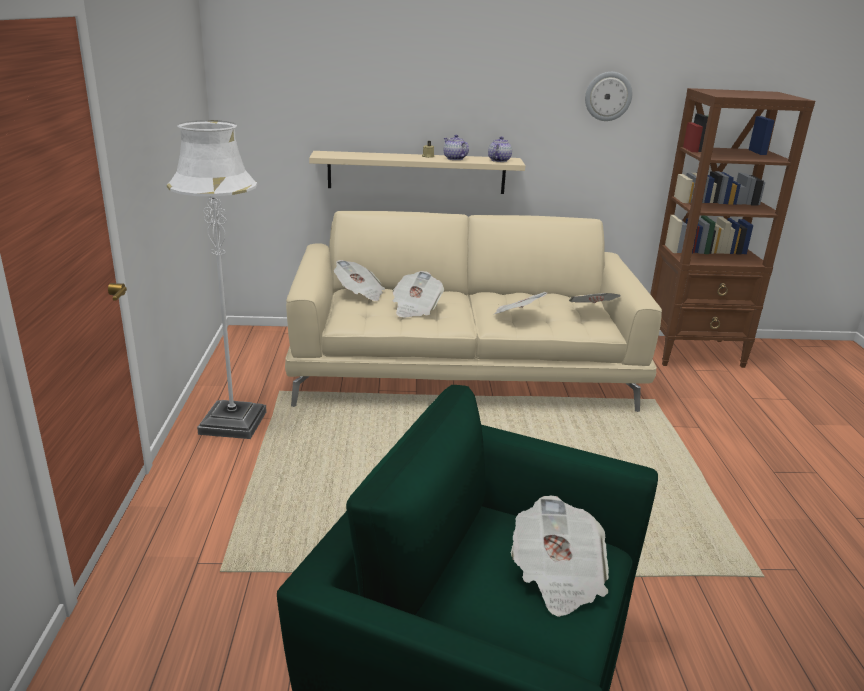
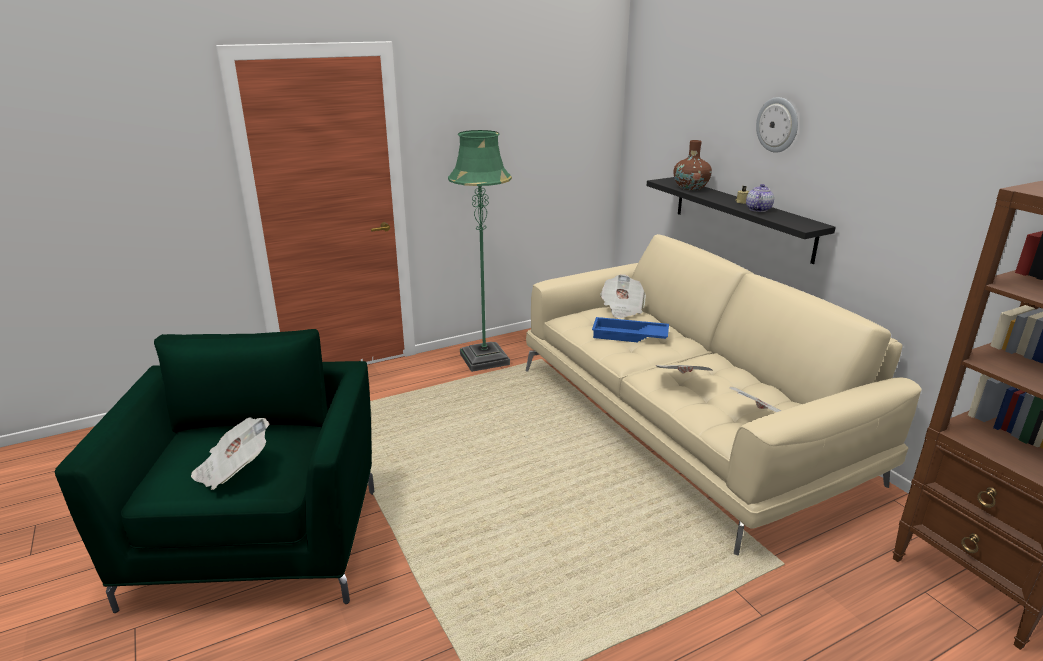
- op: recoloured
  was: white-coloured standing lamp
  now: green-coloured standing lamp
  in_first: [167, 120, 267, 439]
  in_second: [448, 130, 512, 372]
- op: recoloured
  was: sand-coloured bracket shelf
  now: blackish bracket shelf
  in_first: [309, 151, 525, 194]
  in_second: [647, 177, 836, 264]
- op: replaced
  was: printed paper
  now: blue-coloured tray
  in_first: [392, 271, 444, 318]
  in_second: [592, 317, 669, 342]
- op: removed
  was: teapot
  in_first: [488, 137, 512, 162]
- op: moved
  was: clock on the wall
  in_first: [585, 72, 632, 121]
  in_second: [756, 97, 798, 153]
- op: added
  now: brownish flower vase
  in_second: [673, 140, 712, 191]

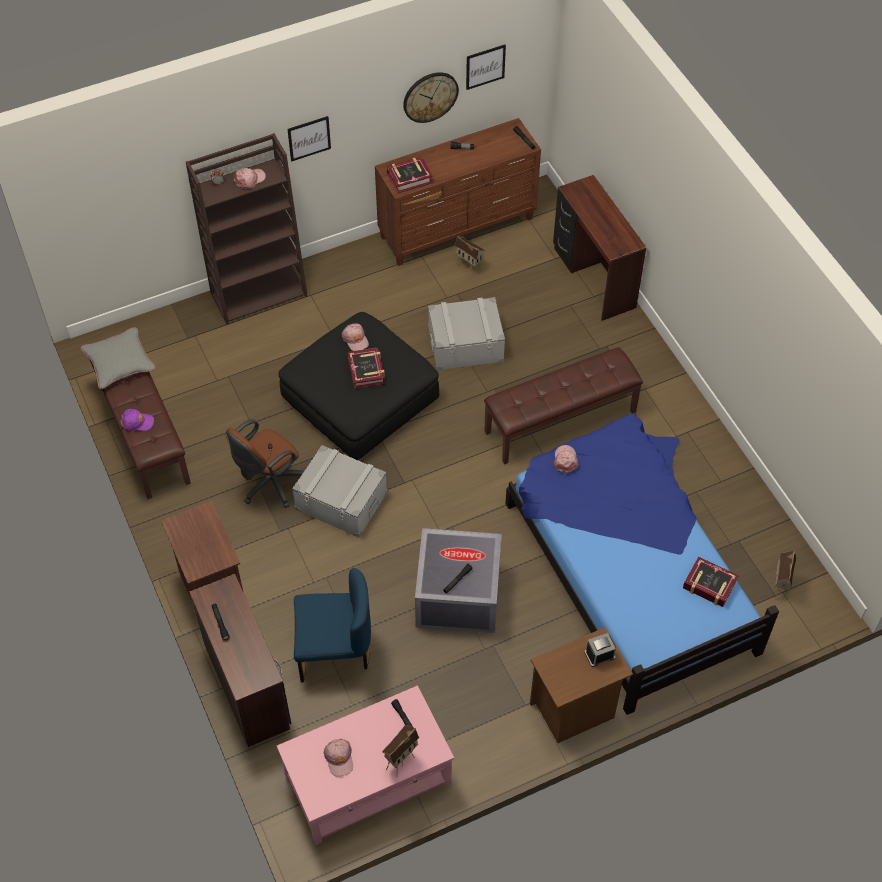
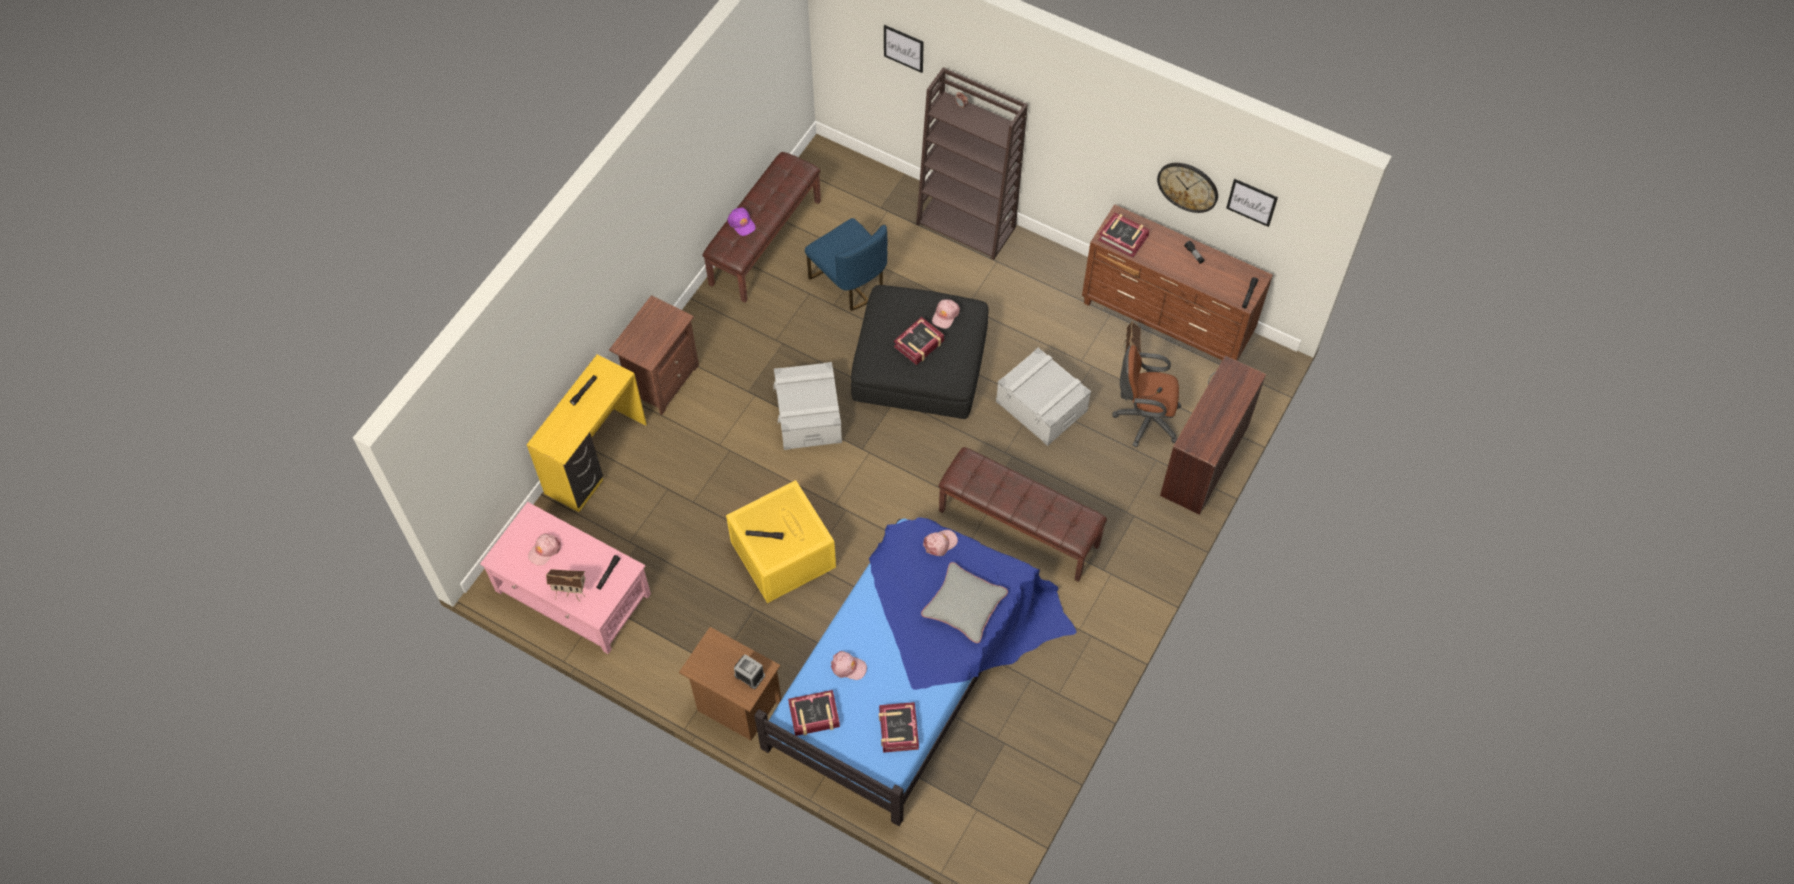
- op: moved
  was: greyish pillow
  in_first: [81, 327, 156, 389]
  in_second: [921, 562, 1008, 643]
- op: recoloured
  was: brownish desk
  now: yellowish desk
  in_first: [190, 574, 291, 747]
  in_second: [527, 354, 647, 512]
- op: moved
  was: brownish desk chair
  in_first: [226, 419, 304, 508]
  in_second: [1112, 345, 1181, 447]
- op: moved
  was: pink-coloured peaked cap
  in_first: [234, 168, 266, 188]
  in_second: [831, 651, 867, 680]
- op: moved
  was: wall picture
  in_first: [288, 116, 331, 162]
  in_second: [884, 25, 924, 73]
- op: moved
  was: blue-coloured plain chair
  in_first: [294, 568, 371, 683]
  in_second: [805, 218, 887, 311]
- op: recoloured
  was: greyish storage container
  now: yellowish storage container
  in_first: [415, 528, 502, 633]
  in_second: [726, 480, 836, 603]
- op: removed
  was: toy house
  in_first: [774, 550, 796, 601]
- op: added
  now: volume
  in_second: [788, 690, 840, 736]

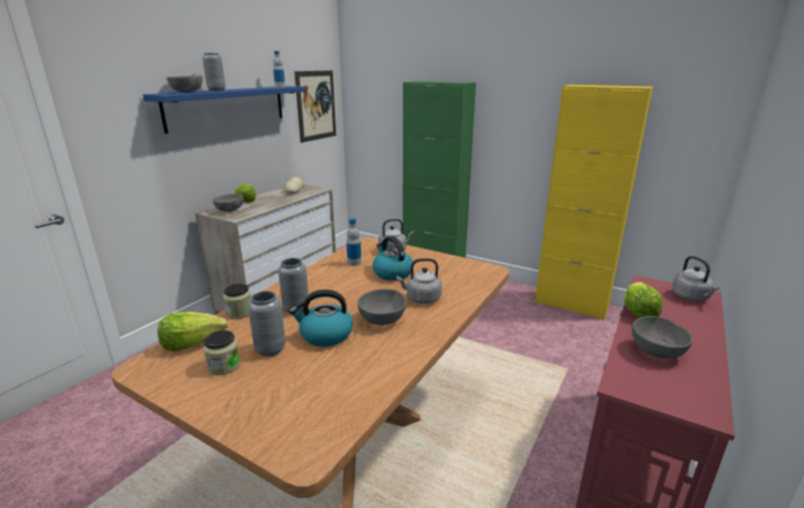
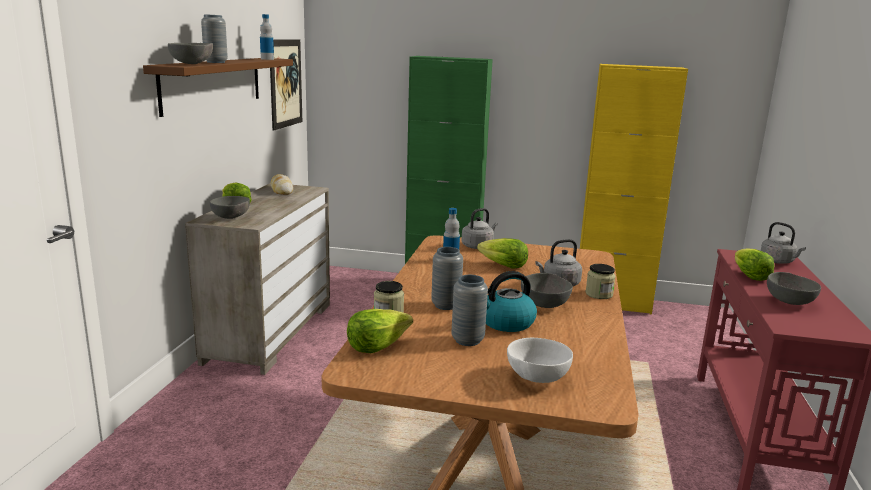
- op: recoloured
  was: blue-coloured bracket shelf
  now: brownish bracket shelf
  in_first: [143, 86, 306, 134]
  in_second: [143, 58, 293, 117]
- op: moved
  was: jar
  in_first: [203, 330, 241, 375]
  in_second: [586, 264, 616, 299]
- op: replaced
  was: water kettle
  now: lettuce
  in_first: [372, 236, 413, 281]
  in_second: [477, 238, 528, 269]
- op: added
  now: white-coloured deep dish
  in_second: [507, 338, 573, 383]

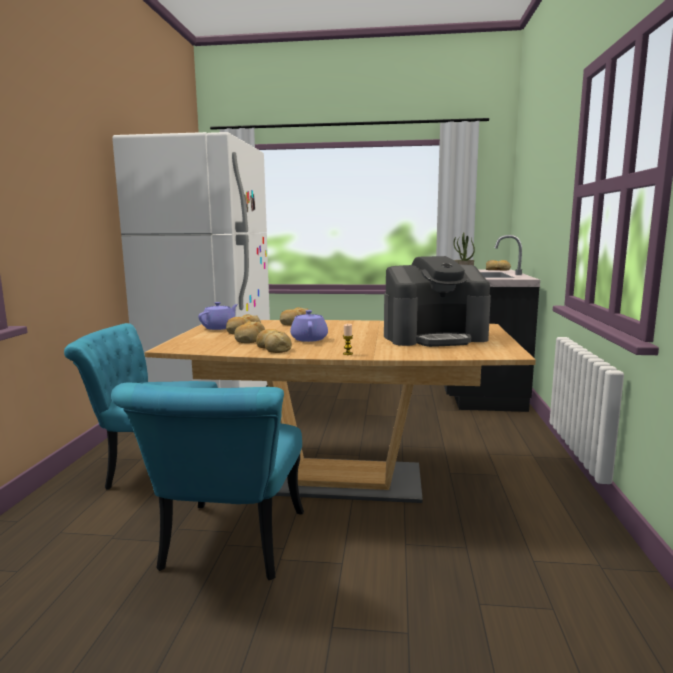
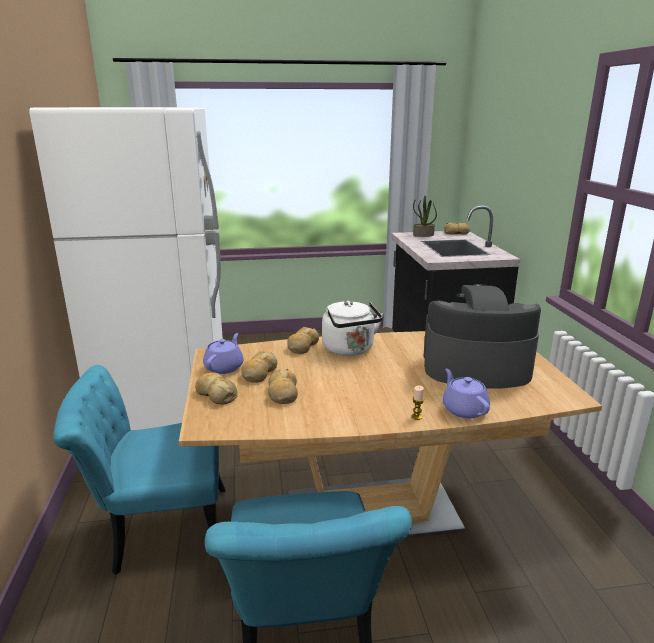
- op: moved
  was: bread
  in_first: [256, 329, 292, 353]
  in_second: [195, 372, 238, 404]
- op: moved
  was: purple-coloured teapot
  in_first: [290, 310, 328, 342]
  in_second: [442, 368, 490, 418]
- op: turned
  was: coffee maker
  in_first: [384, 256, 491, 347]
  in_second: [423, 284, 541, 389]
  clockwise: -150
- op: added
  now: white-coloured water kettle
  in_second: [322, 301, 383, 356]

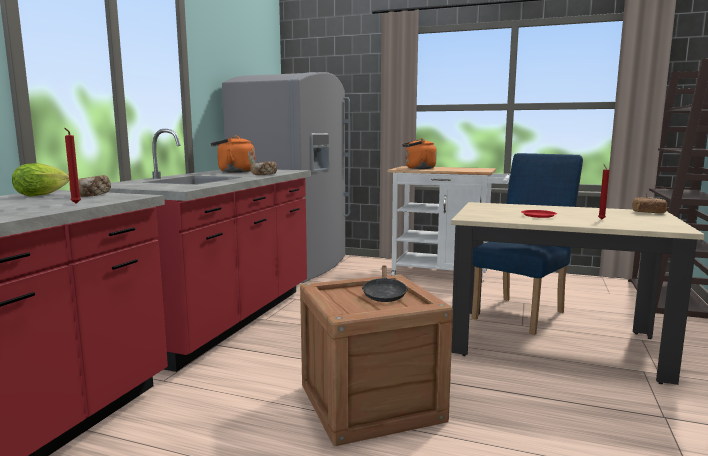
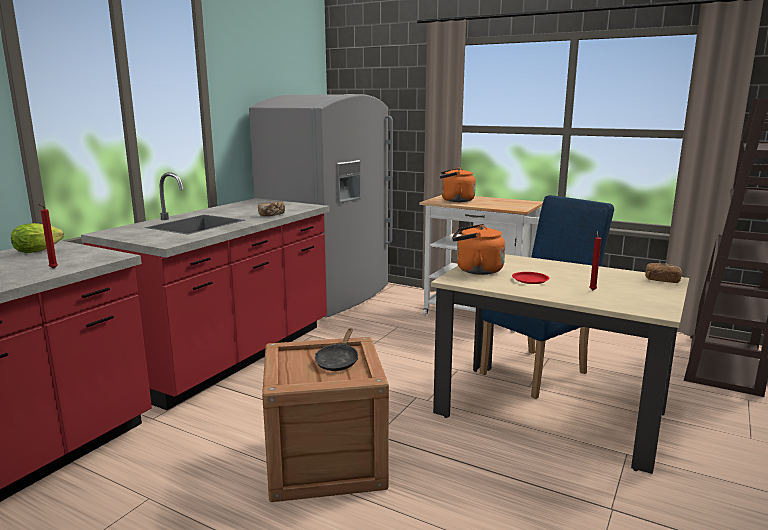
- op: removed
  was: bread
  in_first: [69, 175, 111, 197]
- op: moved
  was: orange water kettle
  in_first: [211, 136, 255, 173]
  in_second: [452, 224, 505, 275]

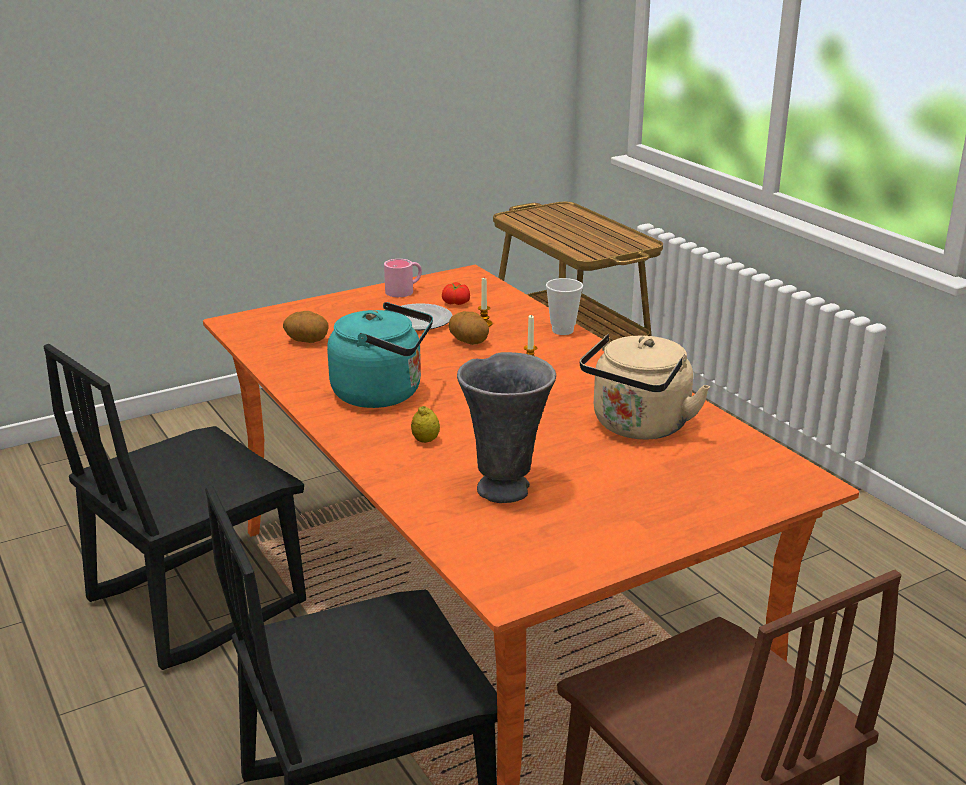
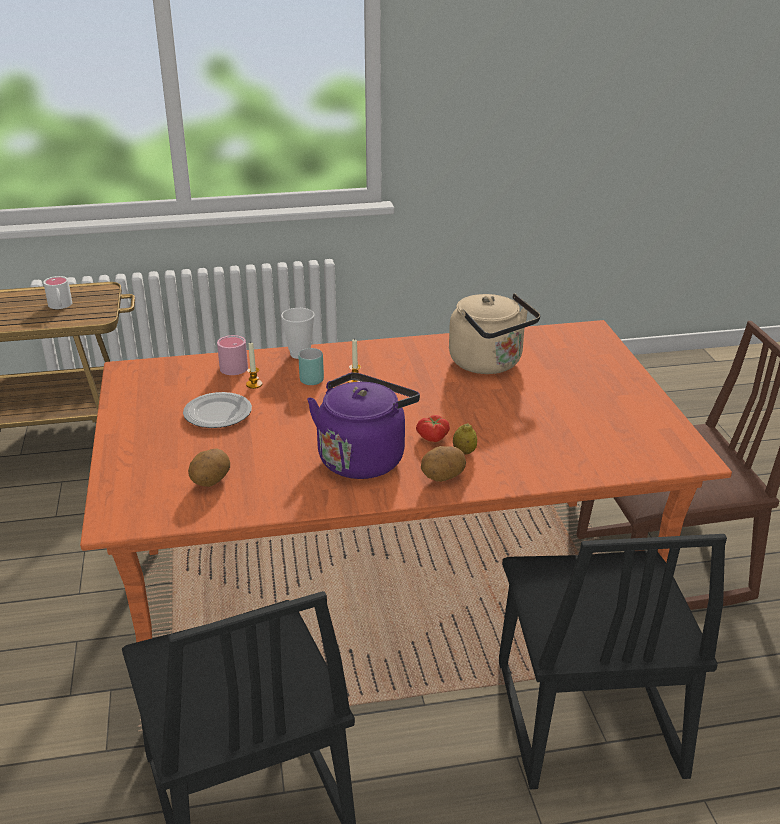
- op: recoloured
  was: blue-green water kettle
  now: purple-coloured water kettle
  in_first: [327, 302, 433, 408]
  in_second: [307, 372, 420, 479]
- op: moved
  was: pink-coloured mug
  in_first: [384, 259, 422, 297]
  in_second: [217, 335, 248, 375]
- op: moved
  was: fresh tomato
  in_first: [442, 282, 470, 305]
  in_second: [416, 415, 450, 442]
- op: moved
  was: whole potato
  in_first: [449, 311, 489, 345]
  in_second: [421, 446, 466, 482]
- op: removed
  was: greyish flower vase
  in_first: [457, 352, 556, 503]
- op: added
  now: white-coloured mug
  in_second: [43, 276, 72, 309]
- op: added
  now: blue-green mug
  in_second: [298, 348, 324, 385]

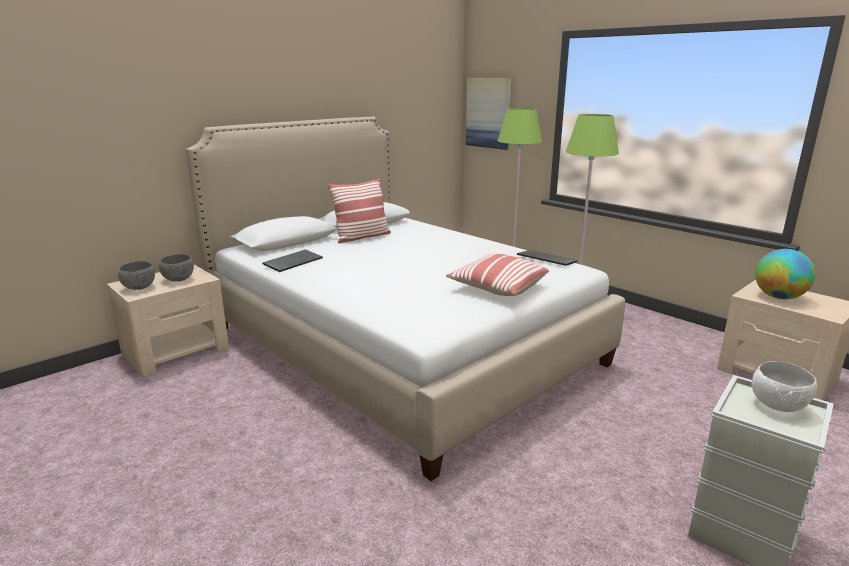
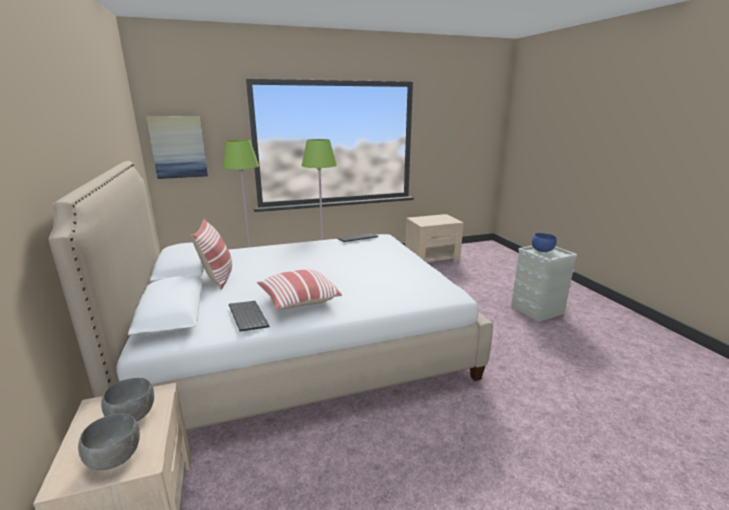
- op: moved
  was: pillow
  in_first: [446, 253, 549, 296]
  in_second: [257, 269, 342, 310]
- op: recoloured
  was: white-coloured deep dish
  now: blue-coloured deep dish
  in_first: [752, 361, 817, 412]
  in_second: [532, 233, 557, 252]
- op: removed
  was: globe
  in_first: [755, 249, 815, 299]

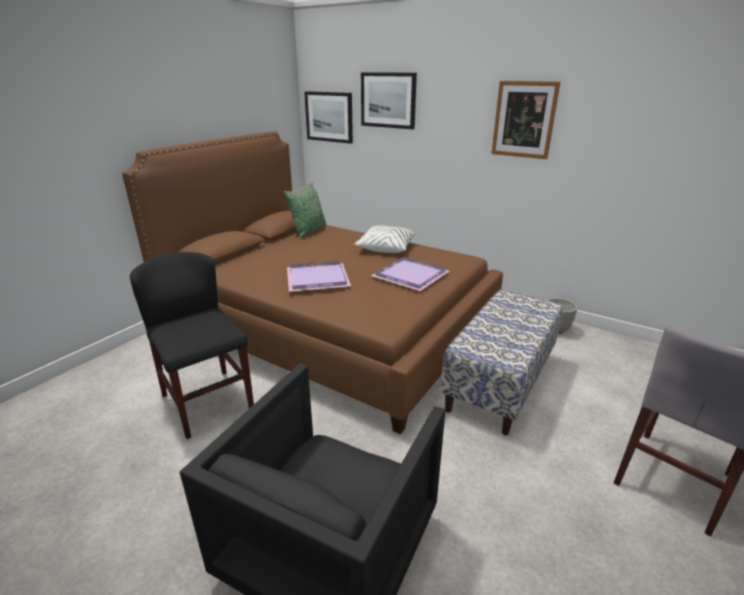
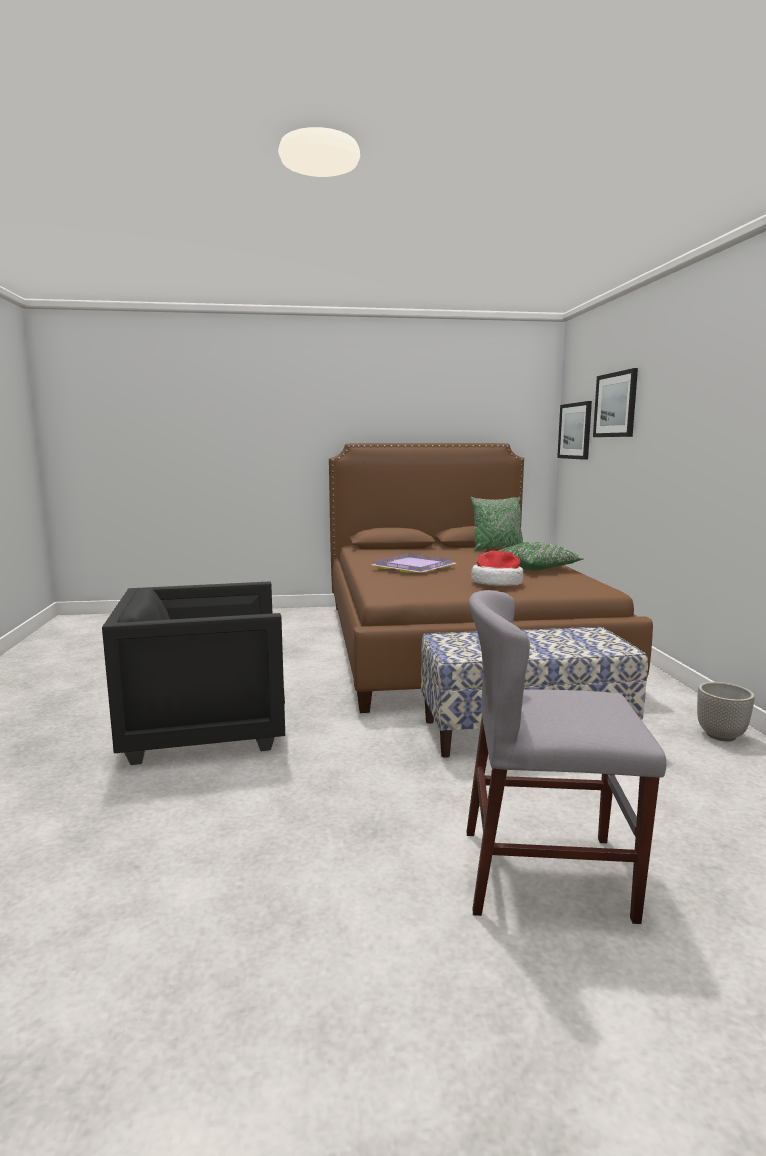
- op: removed
  was: blackish plain chair
  in_first: [130, 252, 254, 439]
- op: recoloured
  was: white-coloured pillow
  now: green-coloured pillow
  in_first: [354, 226, 417, 253]
  in_second: [498, 542, 584, 570]
- op: replaced
  was: purple-coloured tray
  now: hat
  in_first: [371, 257, 449, 291]
  in_second: [471, 551, 523, 586]
- op: removed
  was: wall picture
  in_first: [491, 81, 560, 159]

